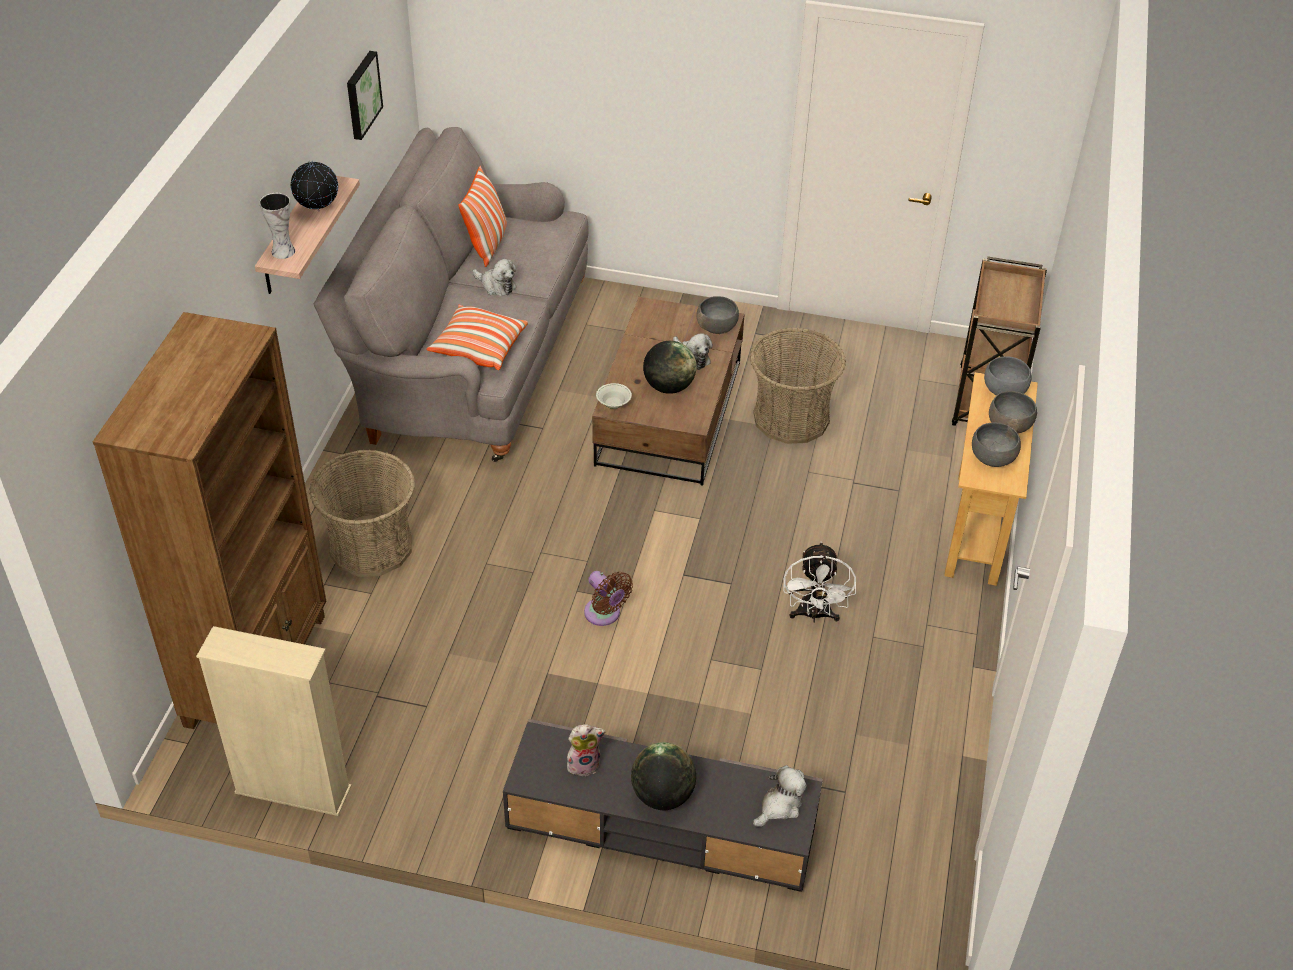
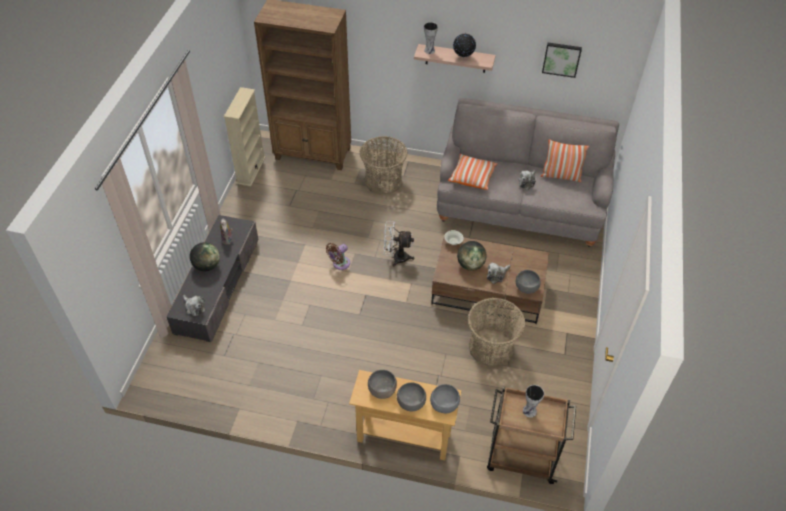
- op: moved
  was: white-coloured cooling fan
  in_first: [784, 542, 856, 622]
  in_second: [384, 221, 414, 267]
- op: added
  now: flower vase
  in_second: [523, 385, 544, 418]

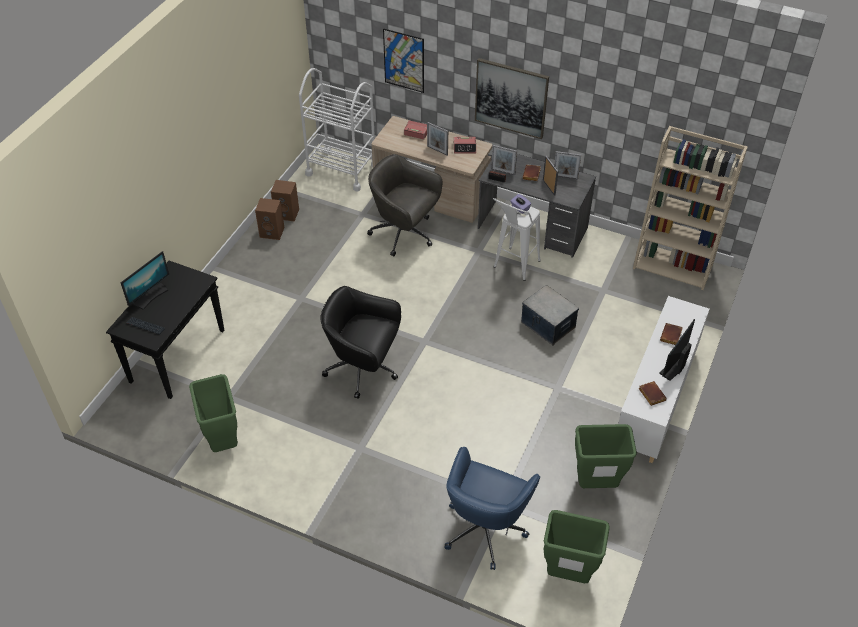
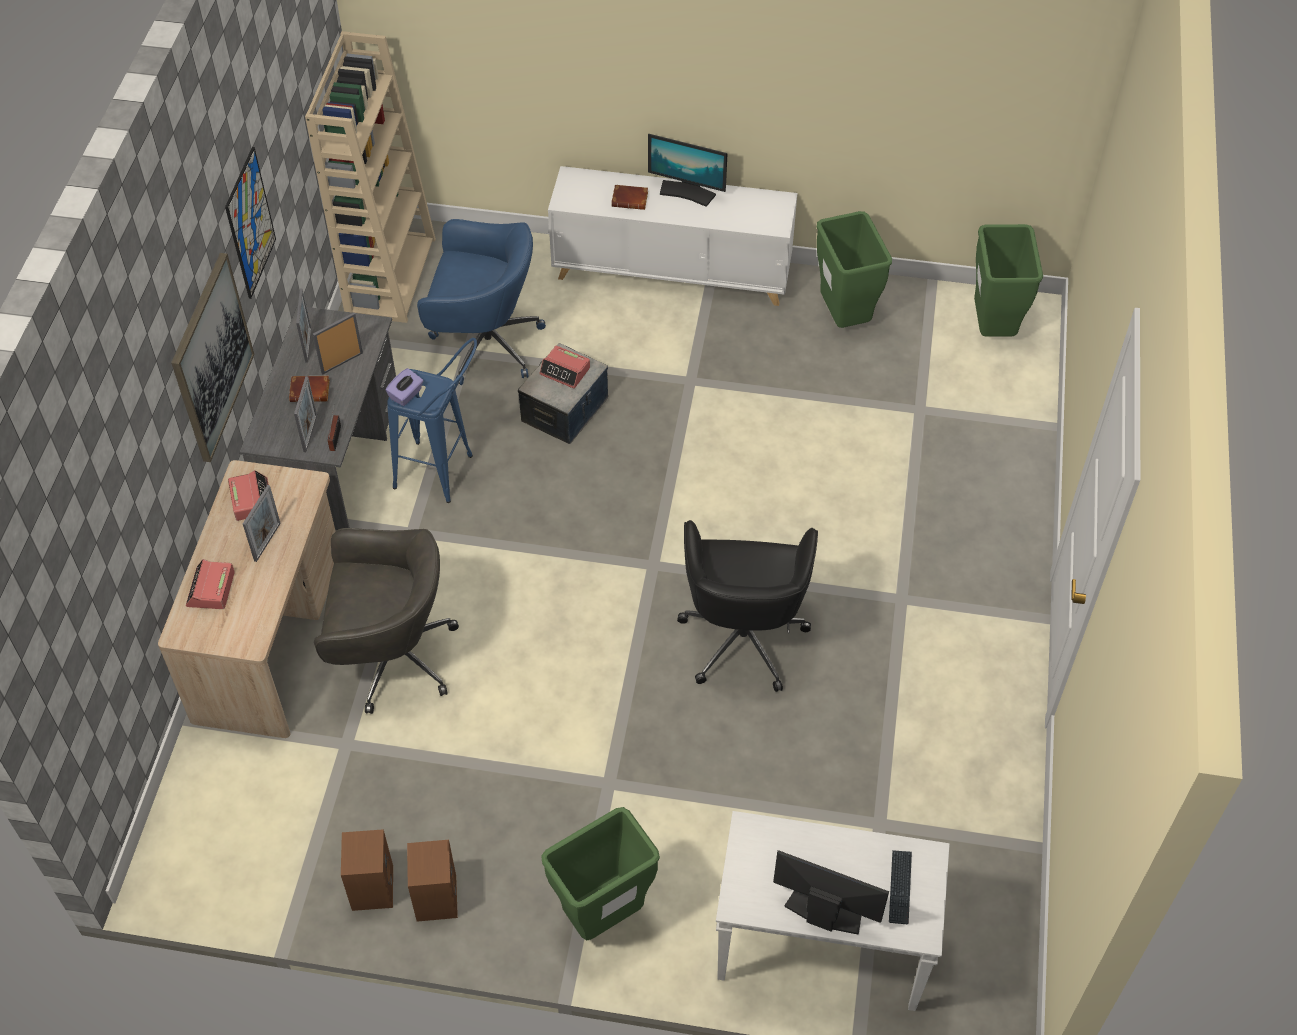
- op: recoloured
  was: blackish hall table
  now: white-coloured hall table
  in_first: [106, 261, 224, 399]
  in_second: [716, 811, 950, 1011]
- op: moved
  was: green-coloured trash can
  in_first: [189, 374, 238, 452]
  in_second: [541, 807, 660, 940]
- op: removed
  was: white-coloured cart
  in_first: [299, 68, 375, 191]
- op: turned
  was: greyish desk chair
  in_first: [367, 154, 442, 257]
  in_second: [314, 528, 459, 714]
  clockwise: -105
- op: moved
  was: wall picture
  in_first: [383, 28, 424, 93]
  in_second: [225, 147, 276, 299]
- op: moved
  was: blue-coloured desk chair
  in_first: [445, 447, 540, 570]
  in_second: [417, 219, 546, 385]
- op: recoloured
  was: white-coloured sitting stool
  now: blue-coloured sitting stool
  in_first: [493, 198, 541, 281]
  in_second: [387, 338, 477, 503]
- op: removed
  was: brownish volume
  in_first: [638, 381, 667, 406]
- op: added
  now: alarm clock
  in_second: [539, 345, 590, 389]

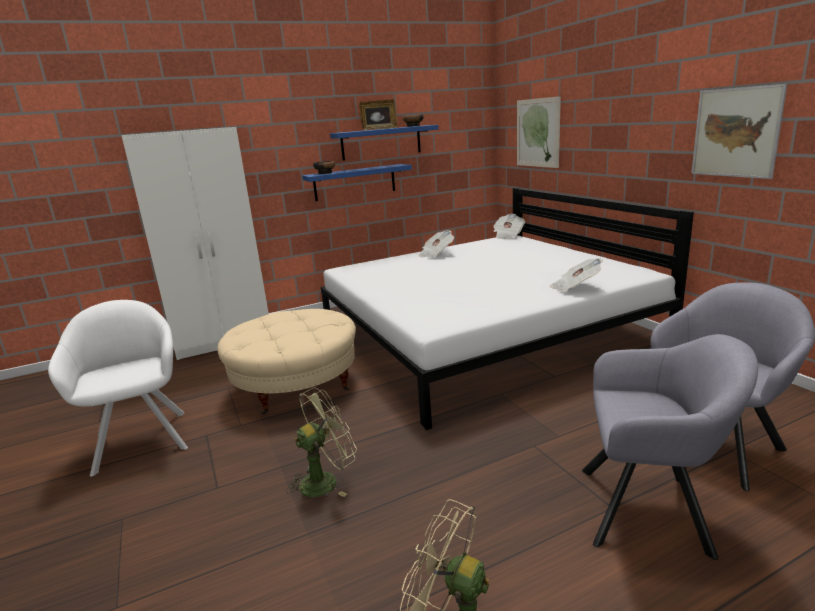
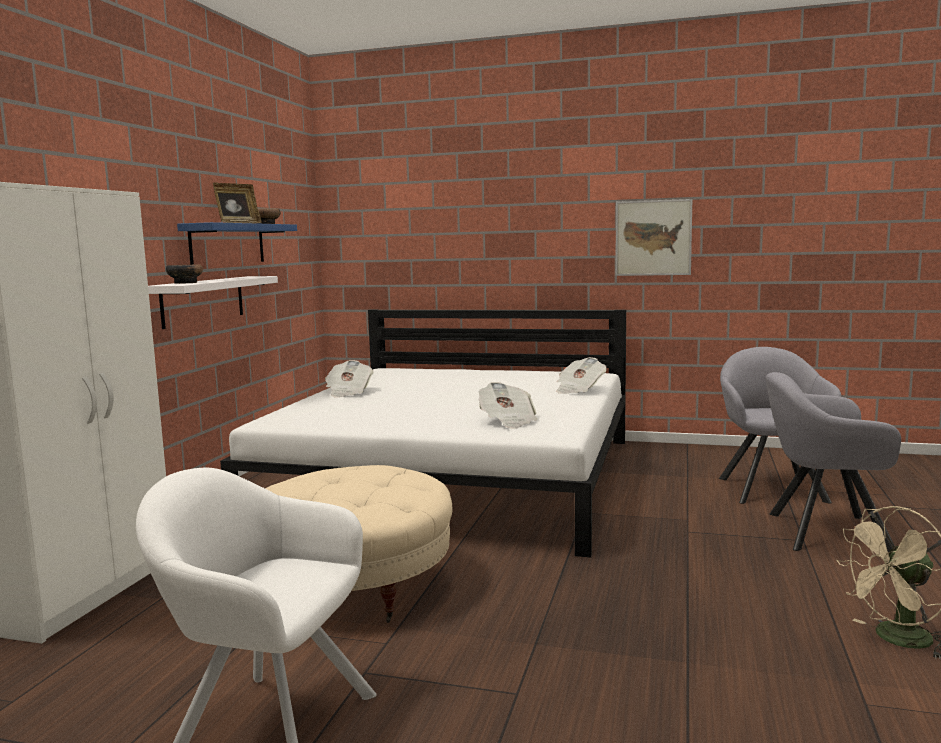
- op: removed
  was: green-coloured cooling fan
  in_first: [286, 387, 357, 497]
- op: recoloured
  was: blue-coloured bracket shelf
  now: white-coloured bracket shelf
  in_first: [302, 164, 412, 201]
  in_second: [148, 276, 278, 329]
- op: moved
  was: printed paper
  in_first: [493, 214, 525, 239]
  in_second: [478, 382, 538, 429]
- op: removed
  was: wall picture
  in_first: [517, 96, 561, 168]
- op: turned
  was: greyish armchair
  in_first: [582, 334, 758, 560]
  in_second: [766, 372, 901, 552]
  clockwise: -135

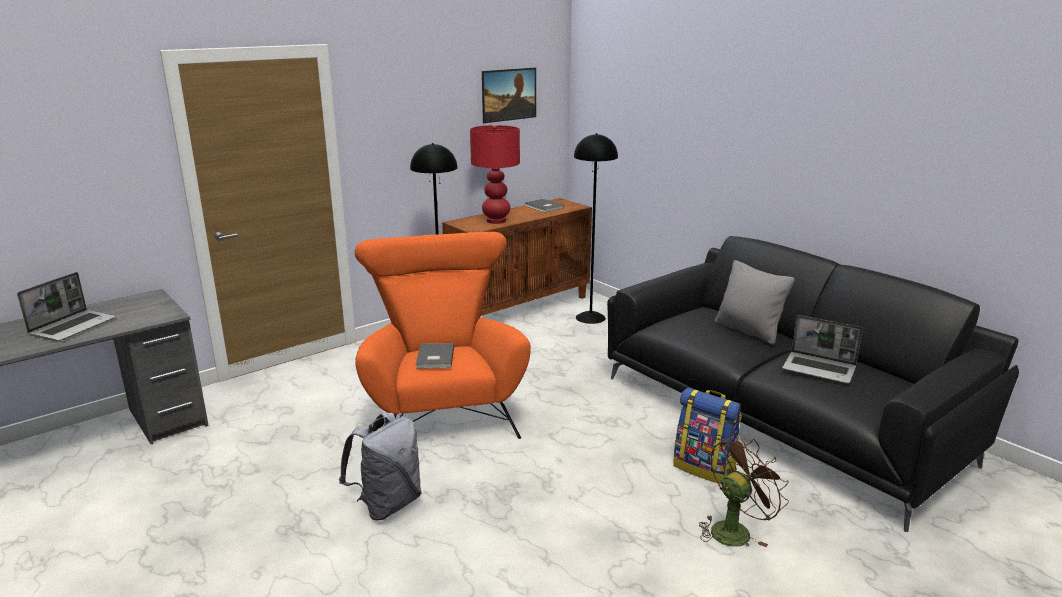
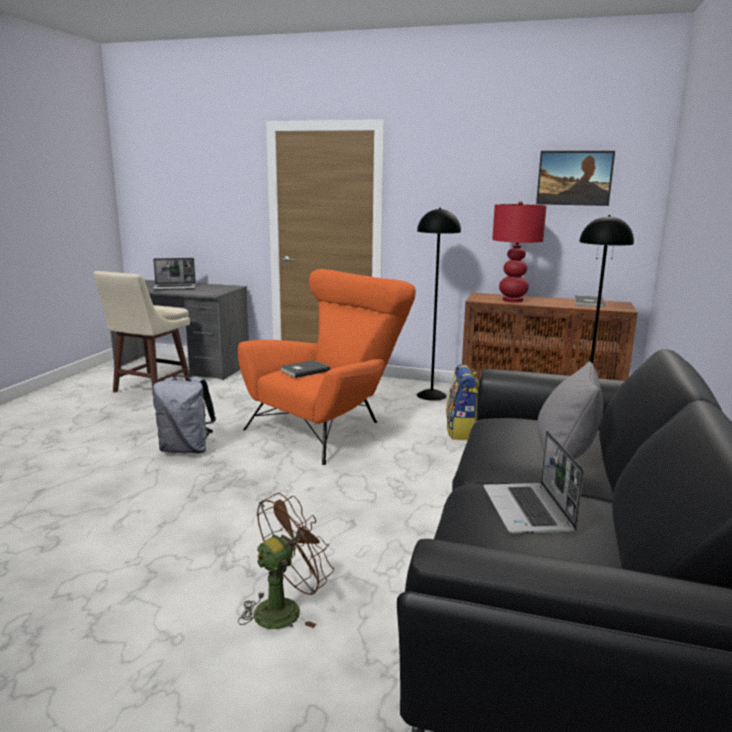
- op: moved
  was: backpack
  in_first: [673, 388, 742, 484]
  in_second: [446, 364, 479, 440]
- op: turned
  was: brownish cooling fan
  in_first: [699, 435, 789, 547]
  in_second: [238, 493, 334, 629]
  clockwise: -60
- op: added
  now: sand-coloured sitting stool
  in_second: [93, 271, 190, 392]

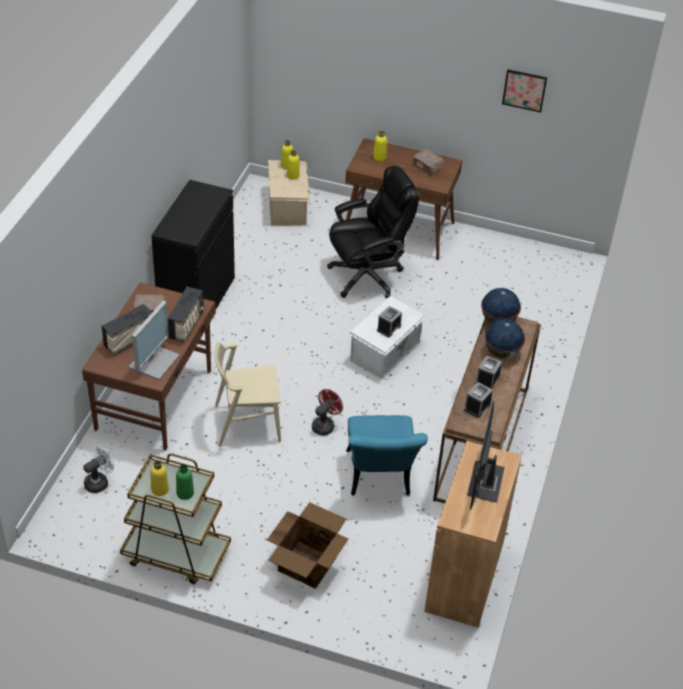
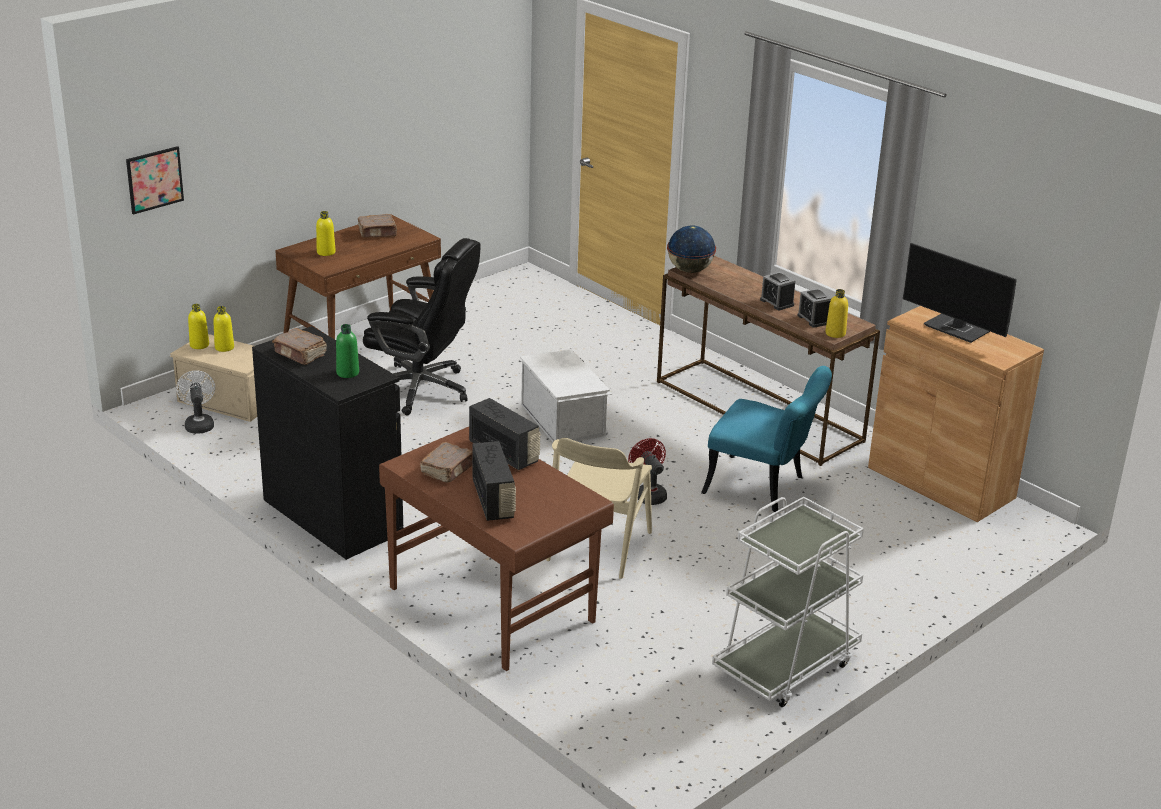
- op: moved
  was: white-coloured cooling fan
  in_first: [83, 445, 114, 493]
  in_second: [176, 371, 215, 434]
- op: recoloured
  was: brownish cart
  now: white-coloured cart
  in_first: [120, 454, 231, 584]
  in_second: [712, 497, 864, 707]
- op: removed
  was: computer display
  in_first: [129, 301, 180, 380]
- op: moved
  was: yellowish drink bottle
  in_first: [150, 460, 169, 496]
  in_second: [825, 289, 848, 338]
- op: moved
  was: green-coloured drink bottle
  in_first: [176, 464, 194, 500]
  in_second: [336, 324, 359, 378]
- op: removed
  was: carton
  in_first: [267, 502, 348, 589]
- op: turned
  was: blackish desk chair
  in_first: [327, 166, 419, 298]
  in_second: [363, 238, 481, 415]
  clockwise: 105
- op: removed
  was: alarm clock
  in_first: [377, 306, 402, 337]
- op: removed
  was: globe
  in_first: [484, 319, 525, 358]
- op: moved
  was: wall picture
  in_first: [502, 69, 547, 113]
  in_second: [126, 146, 184, 215]
- op: added
  now: brownish volume
  in_second: [272, 328, 327, 365]

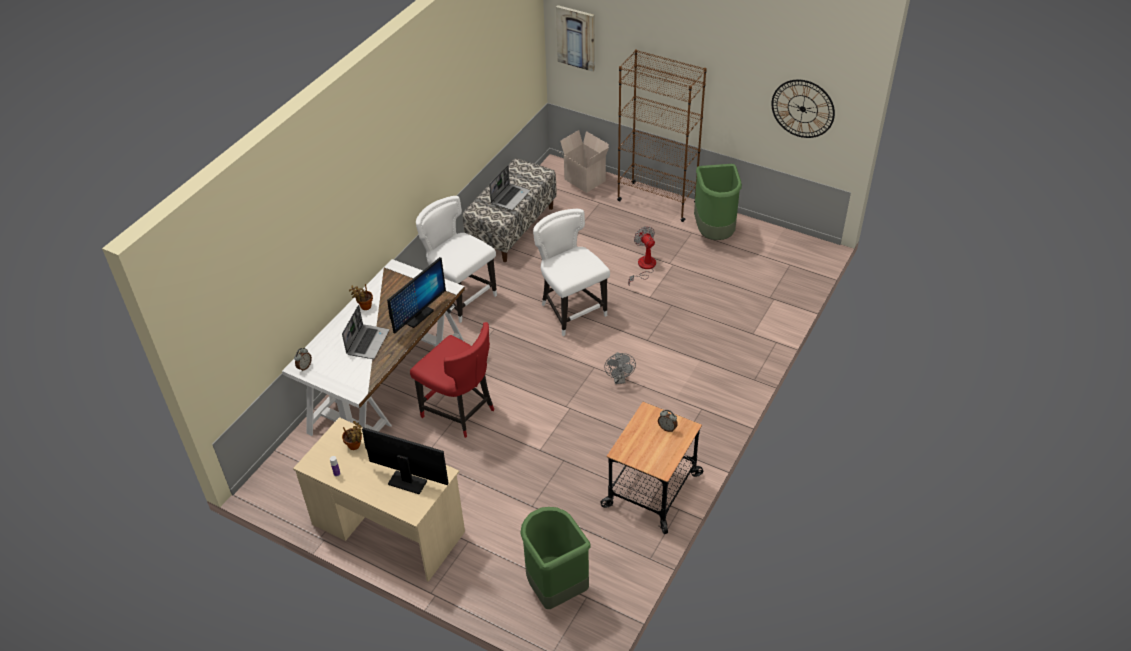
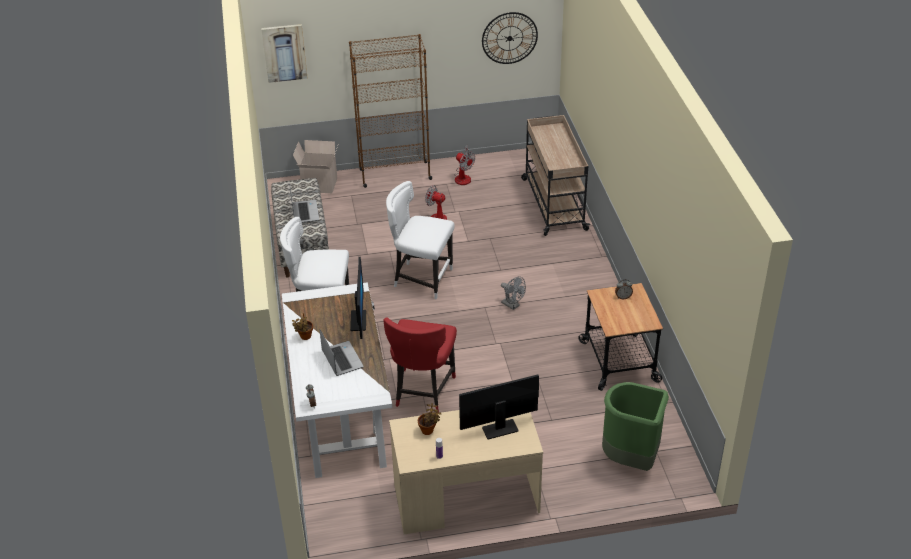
- op: turned
  was: reddish plain chair
  in_first: [410, 322, 494, 438]
  in_second: [383, 317, 457, 413]
  clockwise: 105
- op: replaced
  was: green-coloured trash can
  now: cooling fan
  in_first: [694, 164, 742, 240]
  in_second: [454, 145, 475, 185]
- op: added
  now: sand-coloured cart
  in_second: [521, 115, 590, 236]

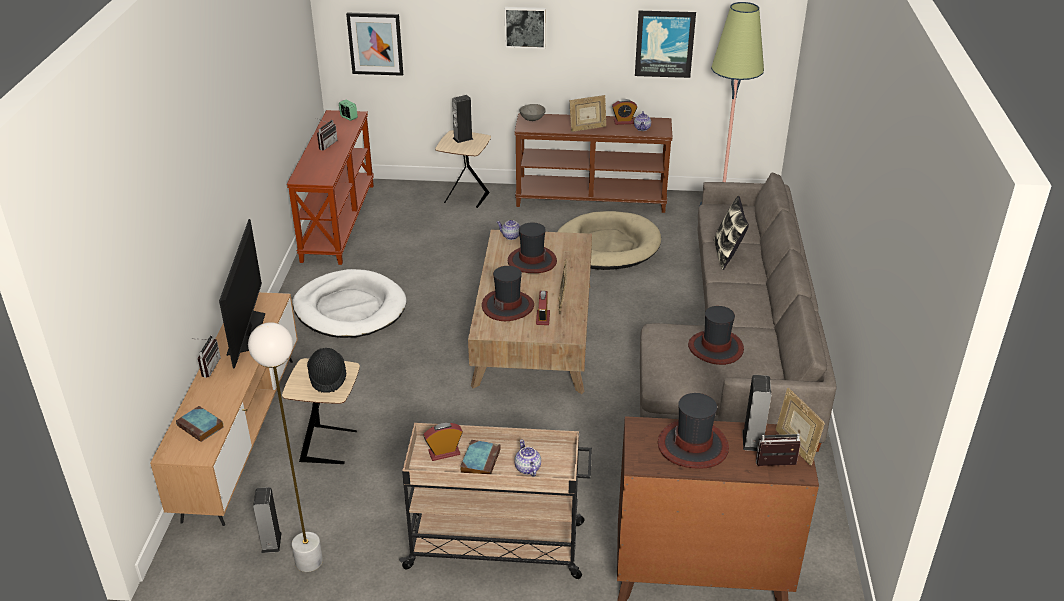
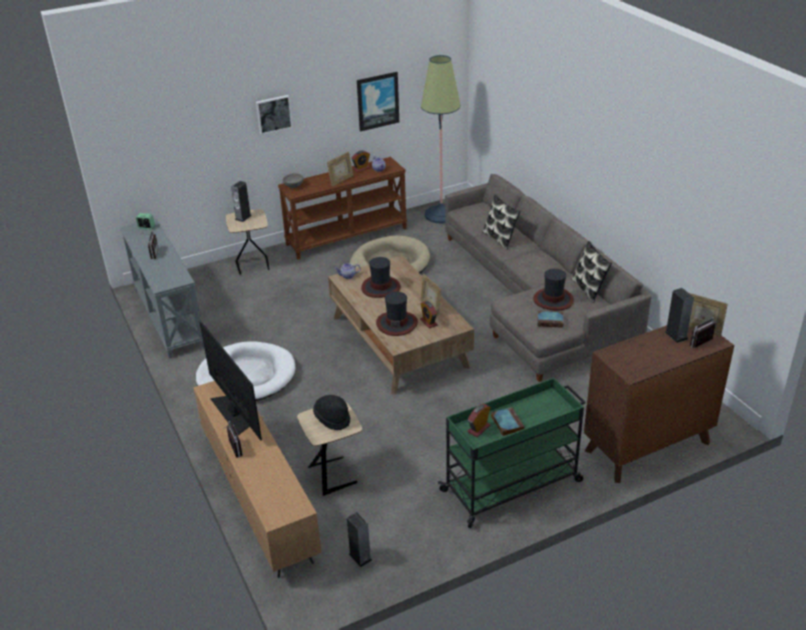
- op: moved
  was: volume
  in_first: [176, 406, 224, 442]
  in_second: [538, 311, 564, 328]
- op: removed
  was: white-coloured standing lamp
  in_first: [248, 322, 323, 572]
- op: recoloured
  was: brownish hall table
  now: greyish hall table
  in_first: [287, 110, 374, 265]
  in_second: [120, 219, 204, 359]
- op: removed
  was: wall picture
  in_first: [346, 13, 403, 76]
- op: recoloured
  was: sand-coloured cart
  now: green-coloured cart
  in_first: [399, 423, 592, 579]
  in_second: [438, 378, 586, 528]
- op: removed
  was: teapot
  in_first: [514, 439, 541, 477]
- op: removed
  was: hat
  in_first: [658, 393, 729, 469]
- op: added
  now: pillow
  in_second: [571, 241, 612, 303]

